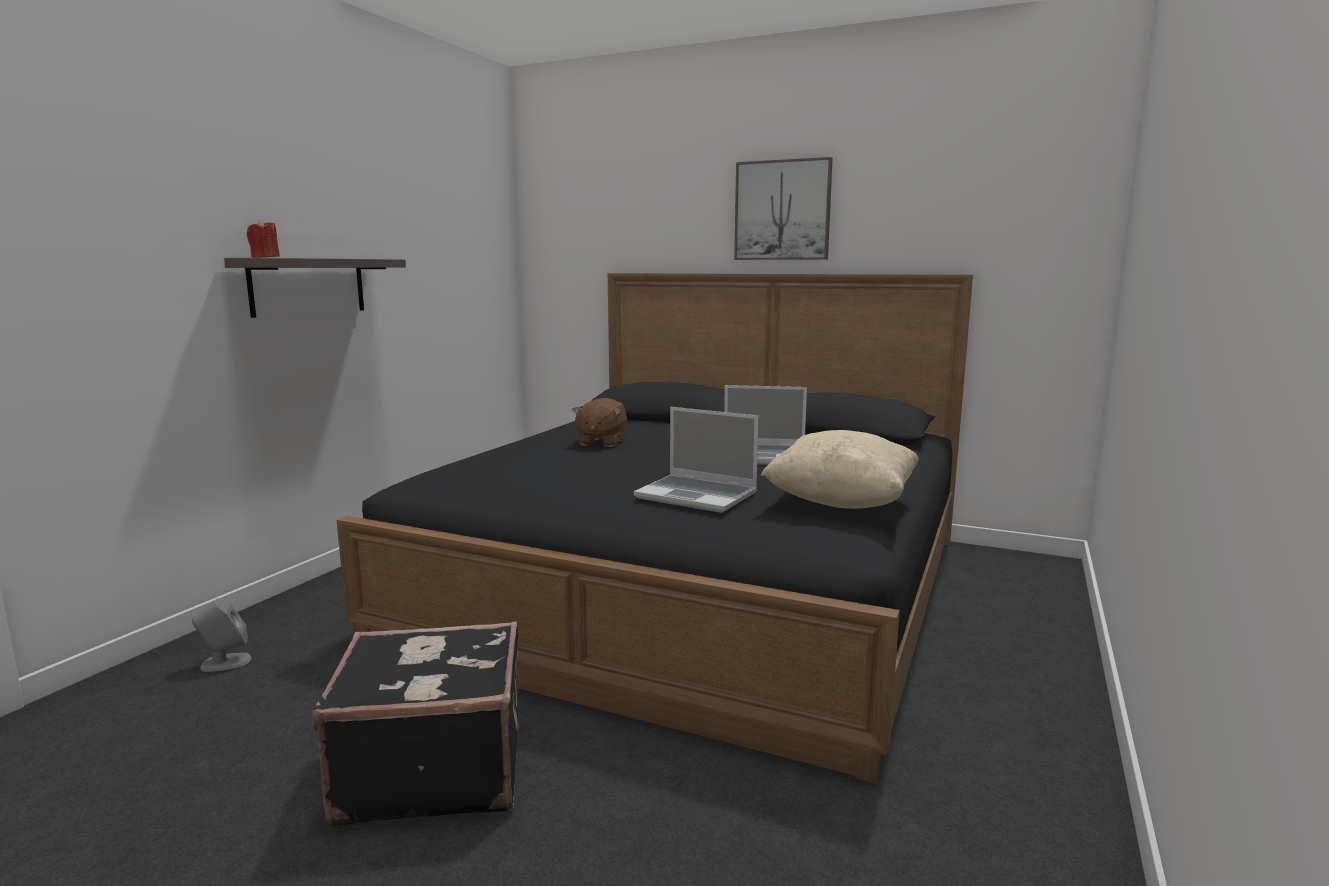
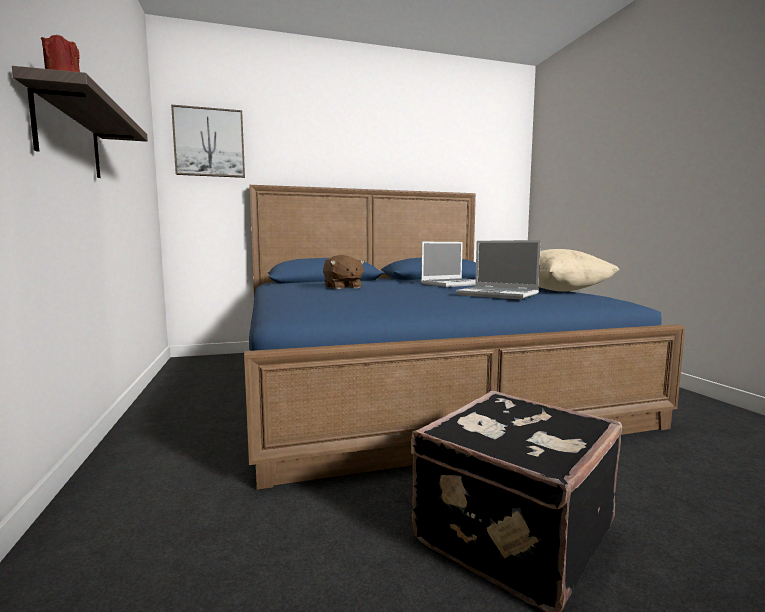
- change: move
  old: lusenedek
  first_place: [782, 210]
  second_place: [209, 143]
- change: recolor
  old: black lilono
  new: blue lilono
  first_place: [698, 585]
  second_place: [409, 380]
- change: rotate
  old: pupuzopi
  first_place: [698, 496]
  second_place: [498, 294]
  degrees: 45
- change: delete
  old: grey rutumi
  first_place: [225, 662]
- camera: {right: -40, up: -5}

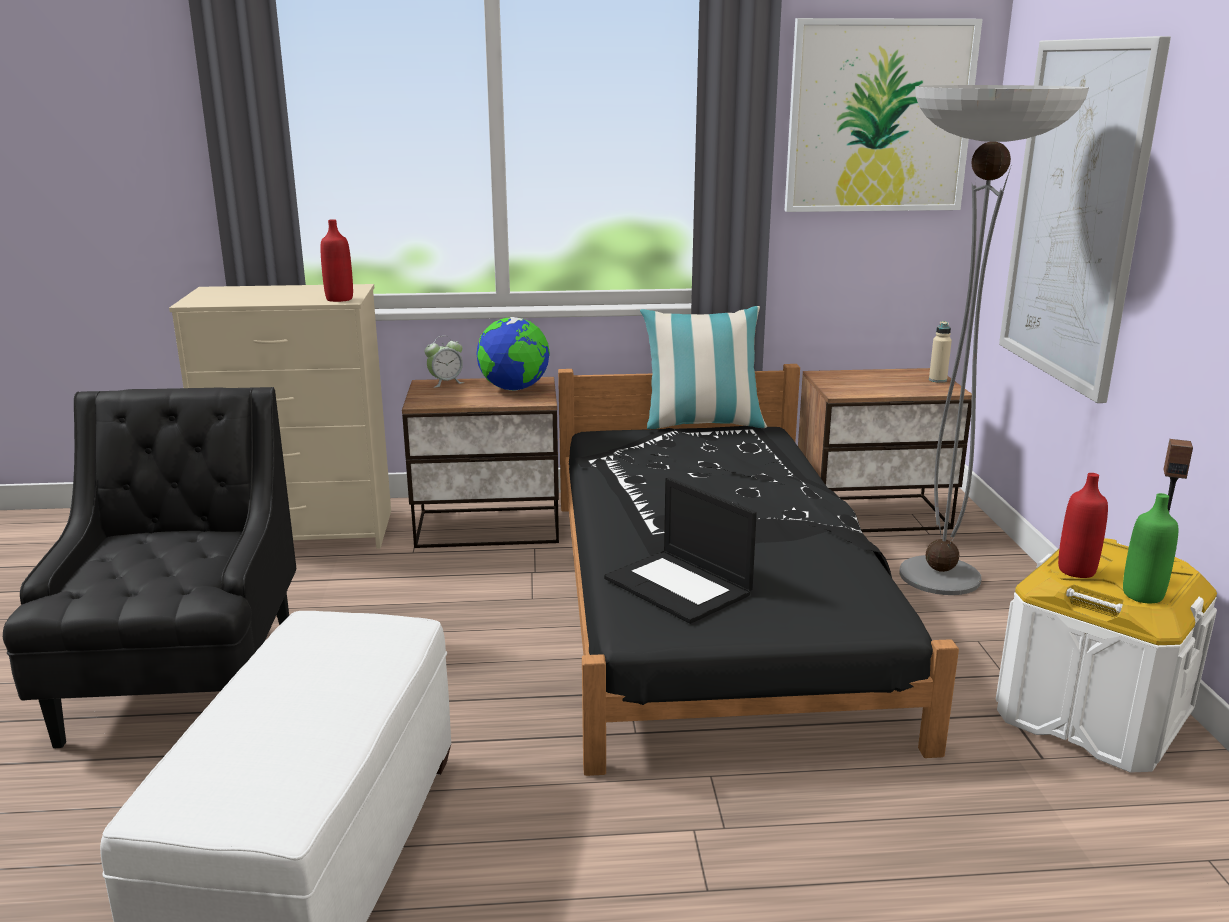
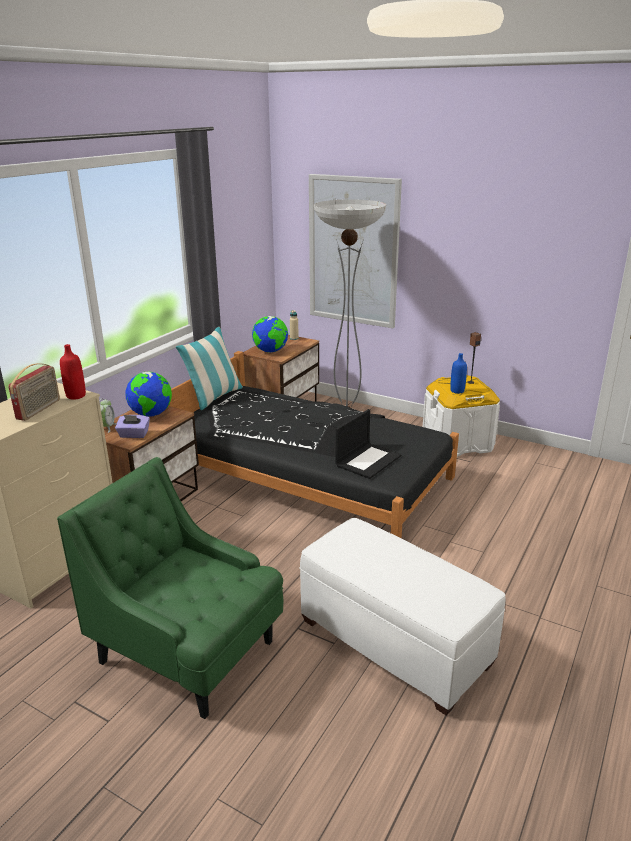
- change: insert
  new: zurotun
  second_place: [39, 409]
- change: recolor
  old: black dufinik
  new: green dufinik
  first_place: [182, 683]
  second_place: [189, 653]
- change: insert
  new: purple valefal
  second_place: [133, 435]
- change: insert
  new: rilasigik
  second_place: [270, 351]
- change: rotate
  old: pupuzopi
  first_place: [680, 586]
  second_place: [368, 460]
  degrees: -45
- change: recolor
  old: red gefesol
  new: blue gefesol
  first_place: [1076, 570]
  second_place: [457, 391]
- change: delete
  old: lusenedek
  first_place: [879, 117]
- change: delete
  old: green gefesol
  first_place: [1142, 595]
- camera: {right: -55, up: 5}

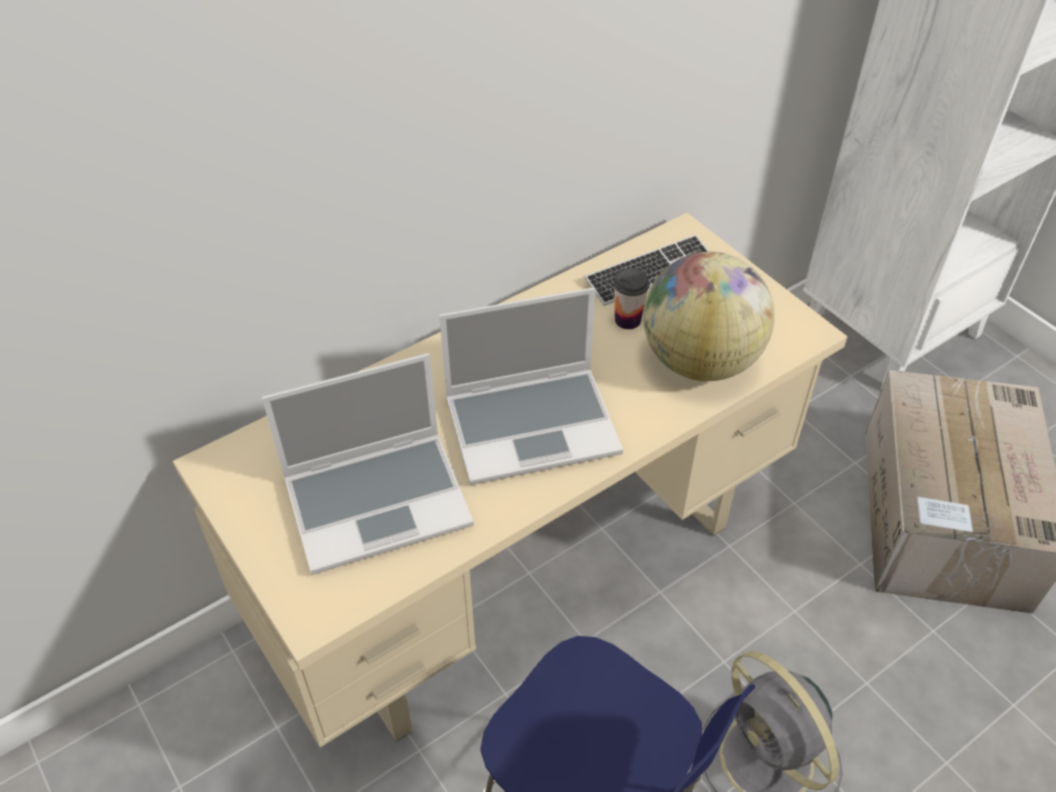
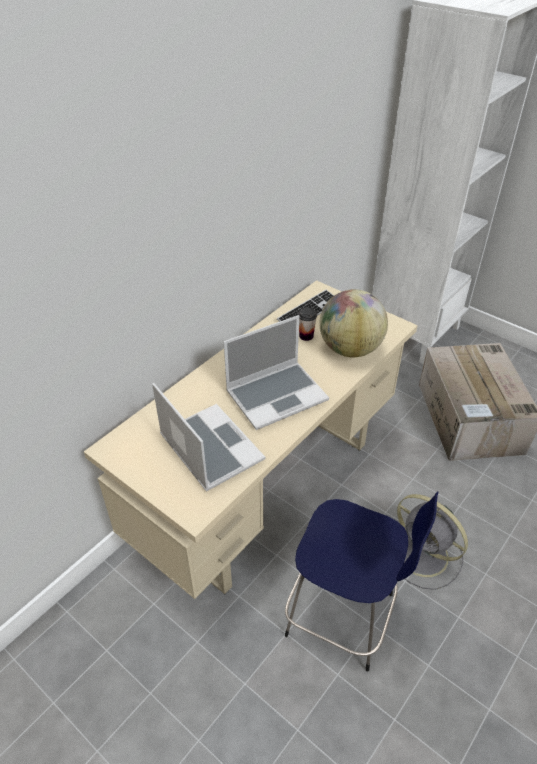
- change: rotate
  old: pupuzopi
  first_place: [379, 500]
  second_place: [209, 448]
  degrees: -90
- camera: {right: -15, up: -5}

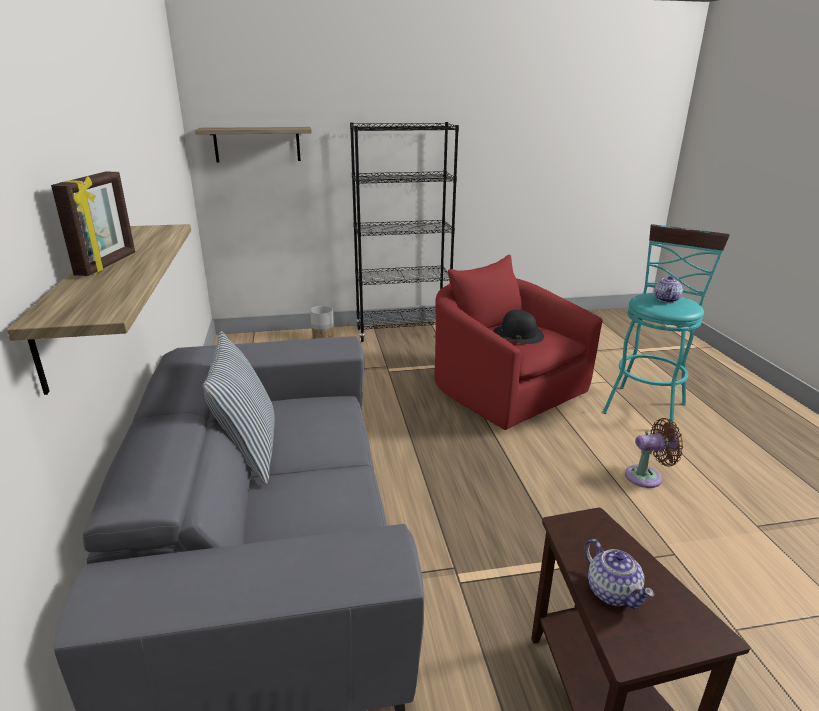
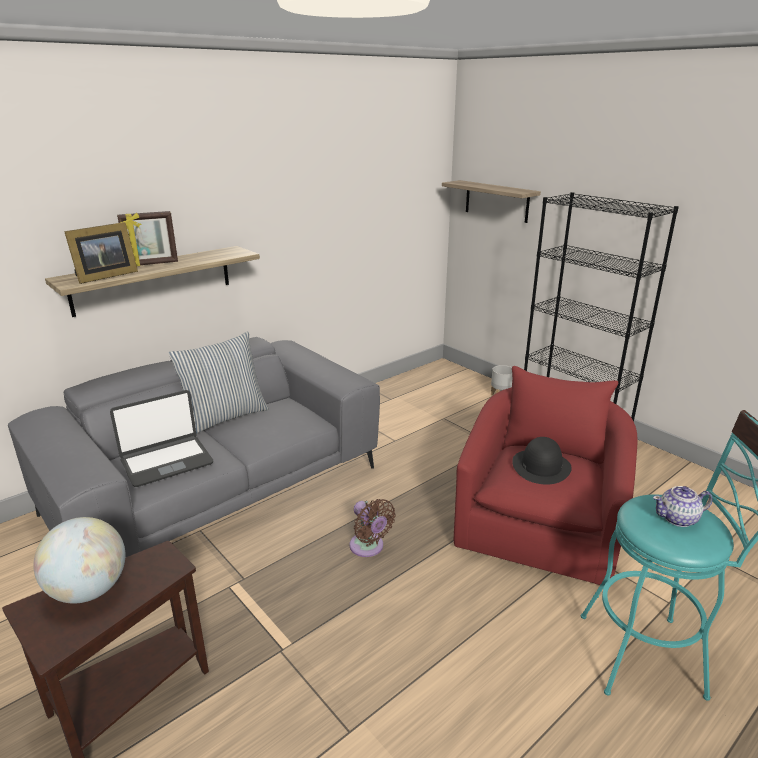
- change: replace
  old: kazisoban
  new: rilasigik
  first_place: [612, 591]
  second_place: [89, 590]
- change: insert
  new: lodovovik
  second_place: [104, 276]
- change: insert
  new: pupuzopi
  second_place: [166, 461]
- change: move
  old: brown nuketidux
  first_place: [647, 476]
  second_place: [368, 547]
- camera: {right: 60, up: 0}

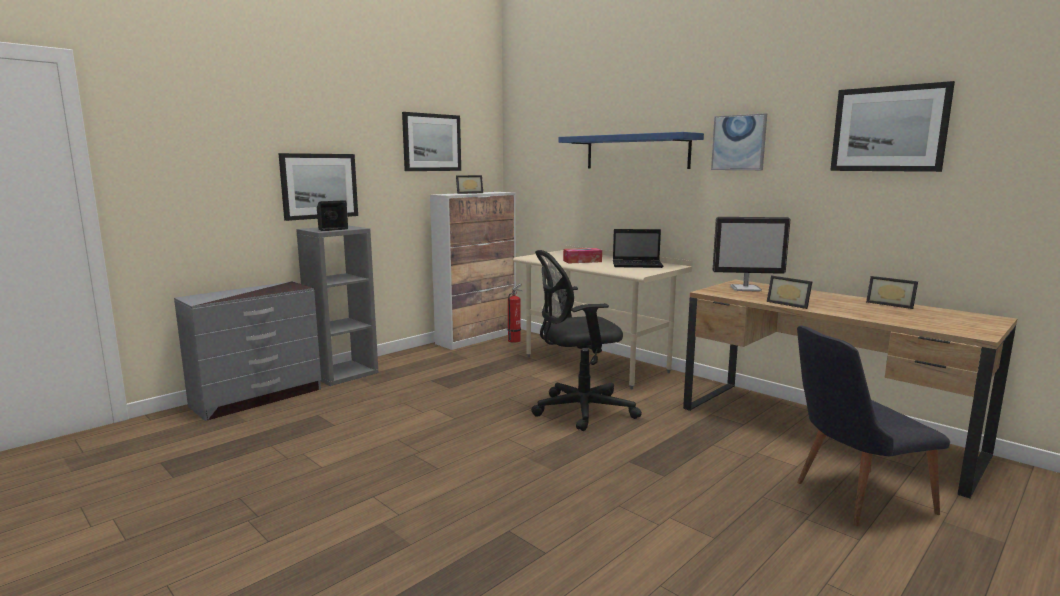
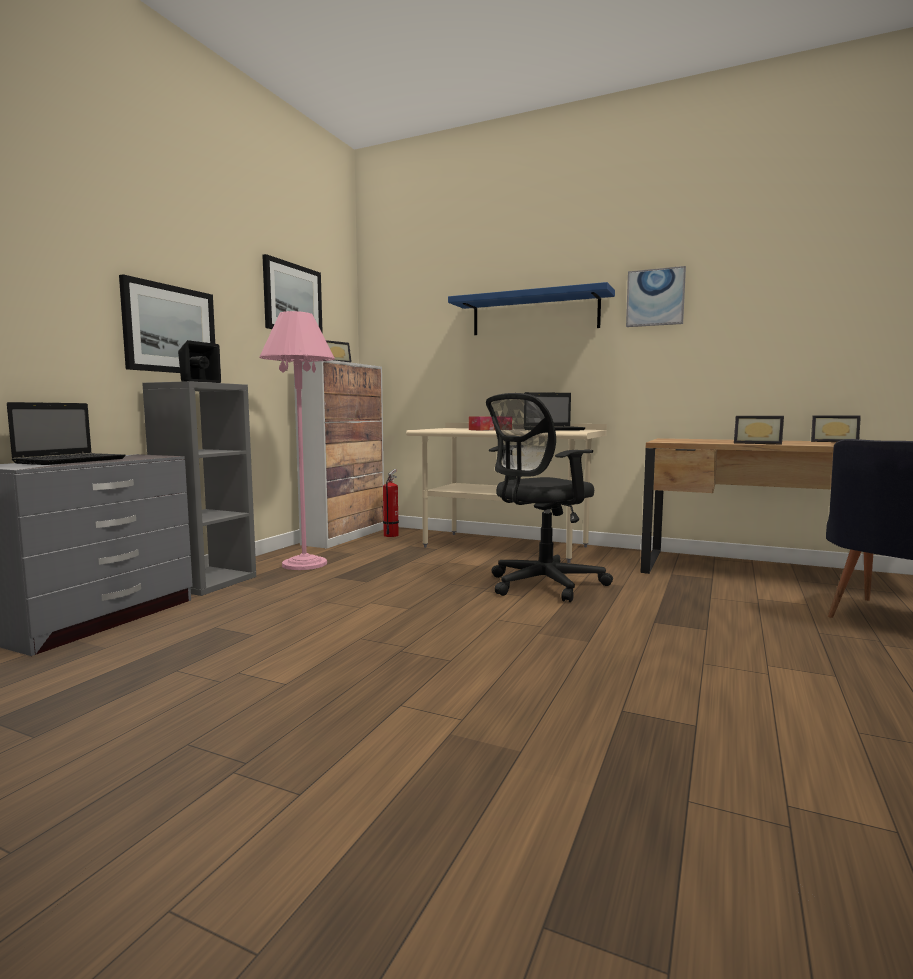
- change: insert
  new: pupuzopi
  second_place: [72, 461]
- change: insert
  new: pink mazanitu
  second_place: [304, 564]
- change: delete
  old: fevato
  first_place: [746, 289]
- change: delete
  old: lusenedek
  first_place: [889, 129]
- camera: {right: -20, up: -5}

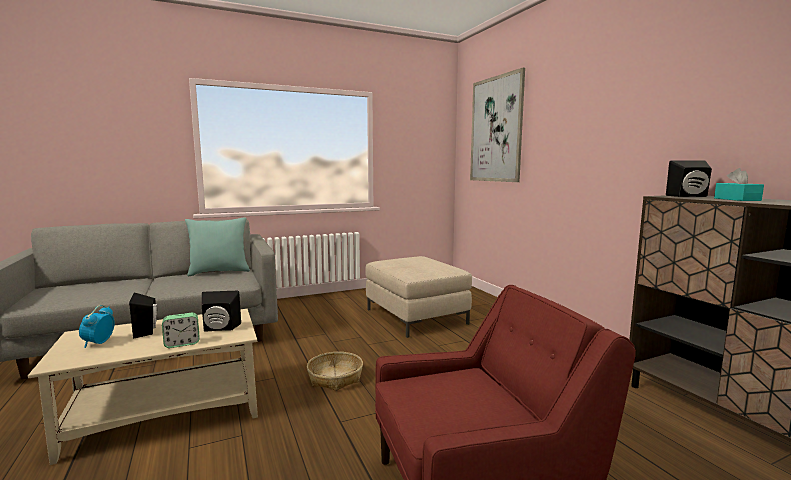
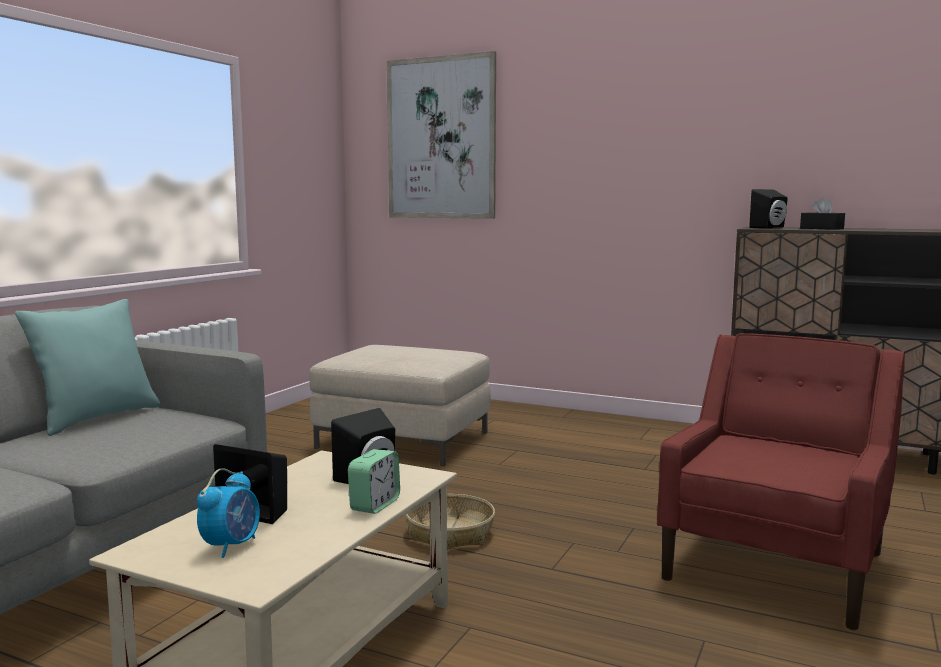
- change: rotate
  old: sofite
  first_place: [98, 343]
  second_place: [231, 546]
  degrees: -120
- change: recolor
  old: turquoise valefal
  new: black valefal
  first_place: [736, 199]
  second_place: [821, 228]
- camera: {right: -40, up: 0}

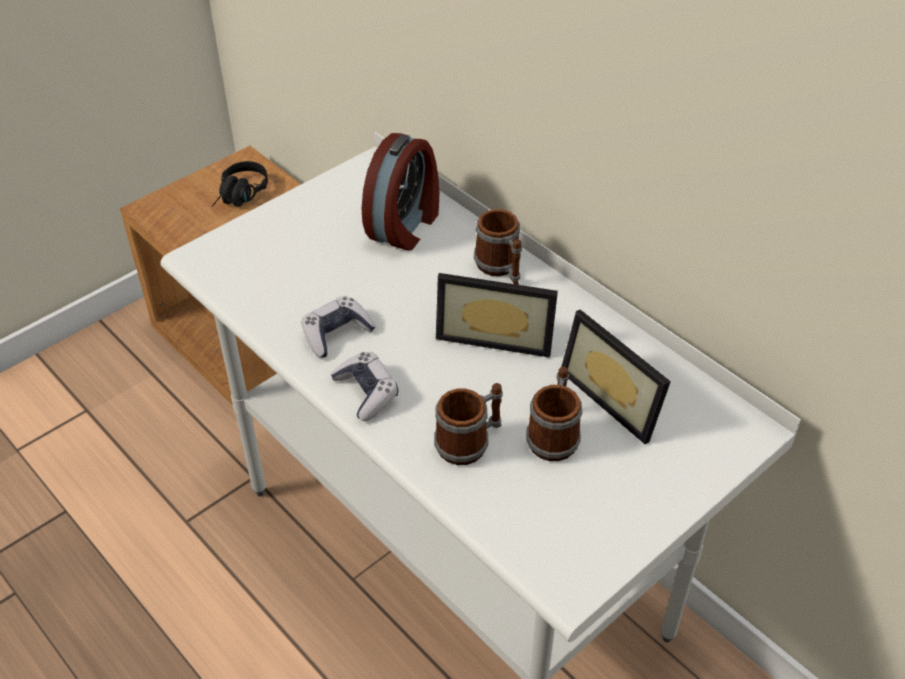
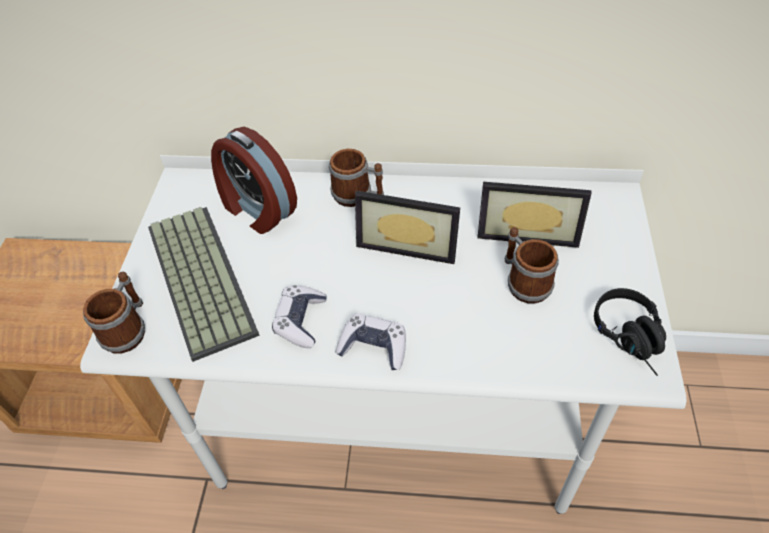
- change: move
  old: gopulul
  first_place: [470, 442]
  second_place: [128, 328]
- change: insert
  new: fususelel
  second_place: [197, 279]
- change: rotate
  old: sofite
  first_place: [405, 225]
  second_place: [257, 209]
  degrees: 150
- change: rotate
  old: lodovovik
  first_place: [496, 334]
  second_place: [408, 242]
  degrees: 45
- change: move
  old: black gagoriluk
  first_place: [240, 197]
  second_place: [633, 340]
- camera: {right: -40, up: 5}

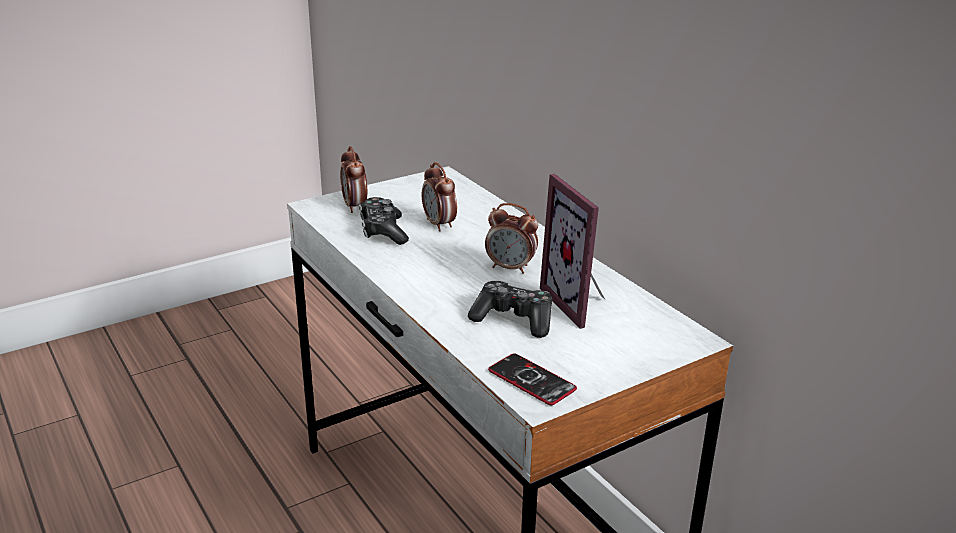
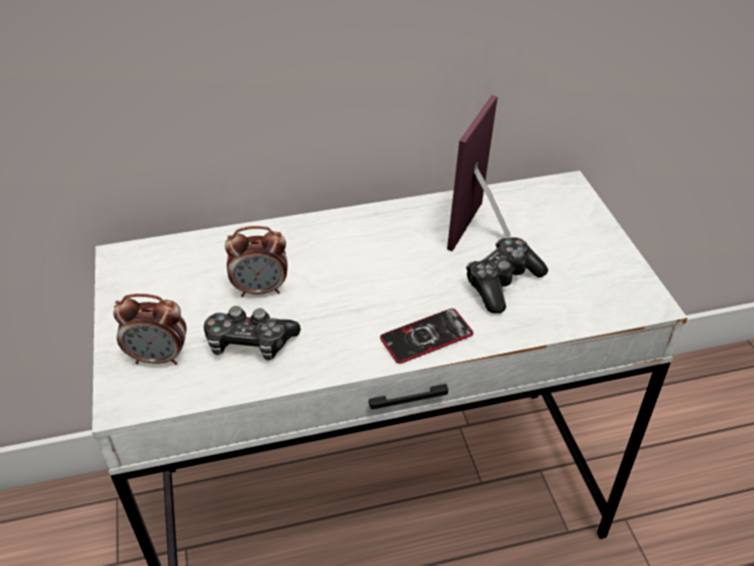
- change: move
  old: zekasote
  first_place: [531, 380]
  second_place: [426, 337]
- change: rotate
  old: lodovovik
  first_place: [580, 303]
  second_place: [485, 231]
  degrees: 120
- change: delete
  old: sofite
  first_place: [511, 268]
- camera: {right: -70, up: 15}

